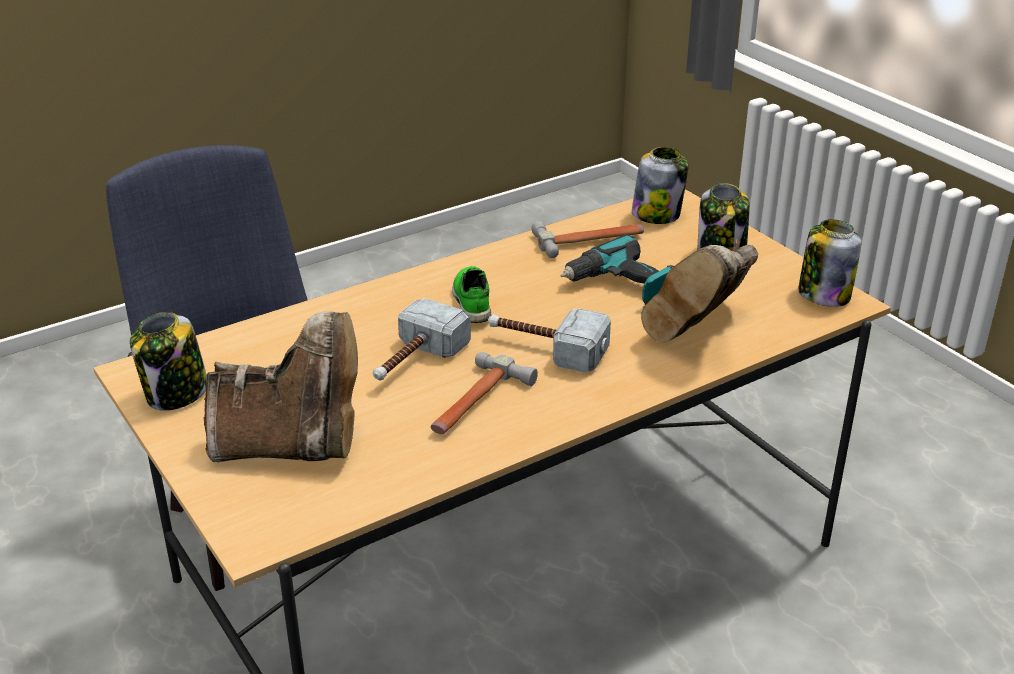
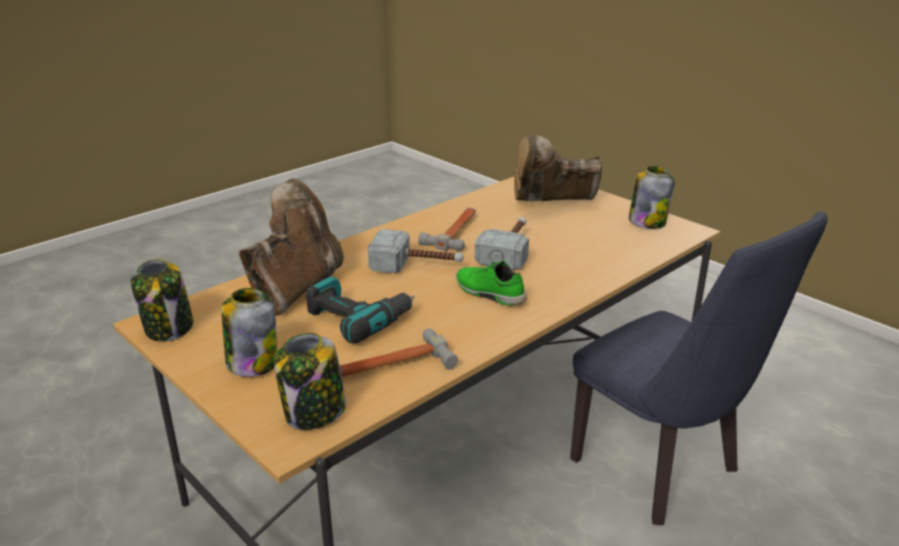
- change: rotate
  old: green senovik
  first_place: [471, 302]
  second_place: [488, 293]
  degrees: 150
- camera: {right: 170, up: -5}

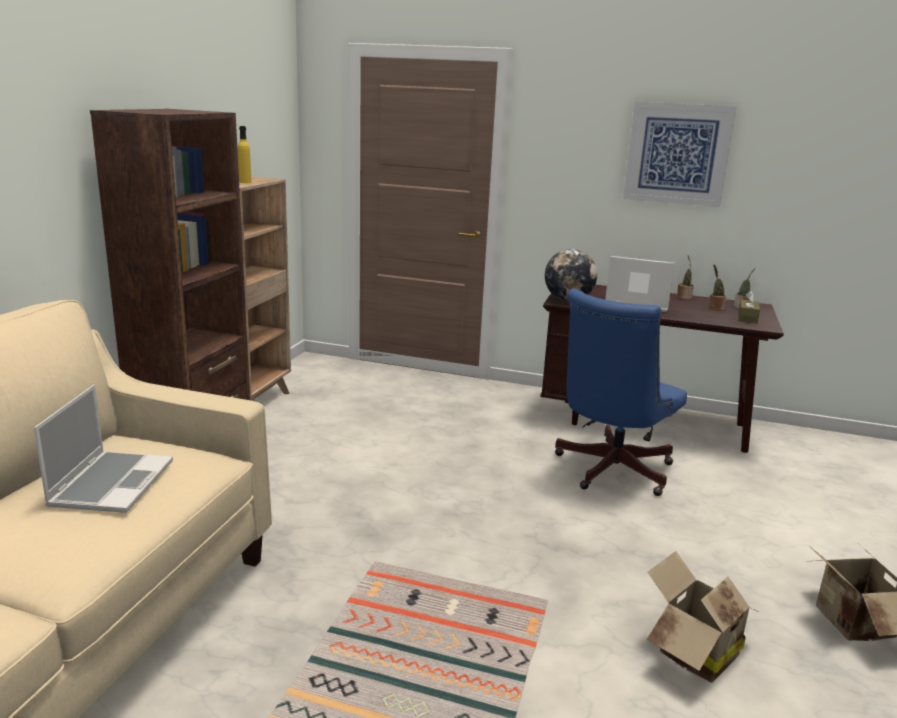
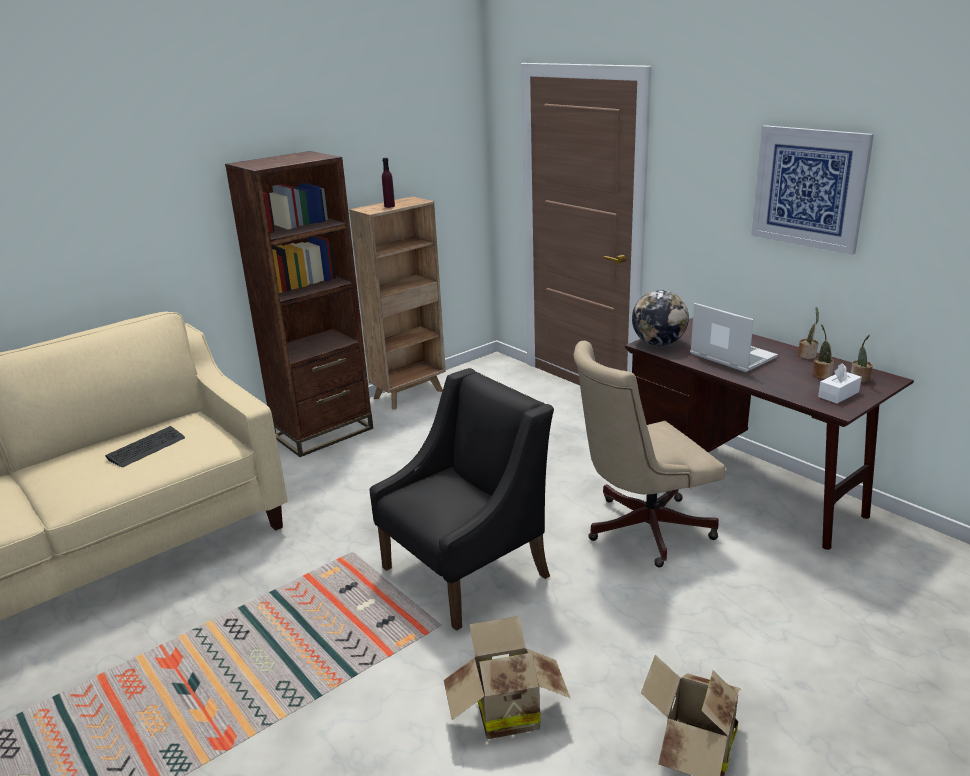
- change: replace
  old: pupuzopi
  new: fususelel
  first_place: [111, 483]
  second_place: [146, 448]
- change: insert
  new: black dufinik
  second_place: [467, 571]
- change: recolor
  old: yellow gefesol
  new: purple gefesol
  first_place: [245, 182]
  second_place: [389, 206]
- change: recolor
  old: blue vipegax
  new: beige vipegax
  first_place: [609, 471]
  second_place: [640, 529]
- change: recolor
  old: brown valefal
  new: white valefal
  first_place: [747, 318]
  second_place: [838, 394]
- camera: {right: 35, up: 5}

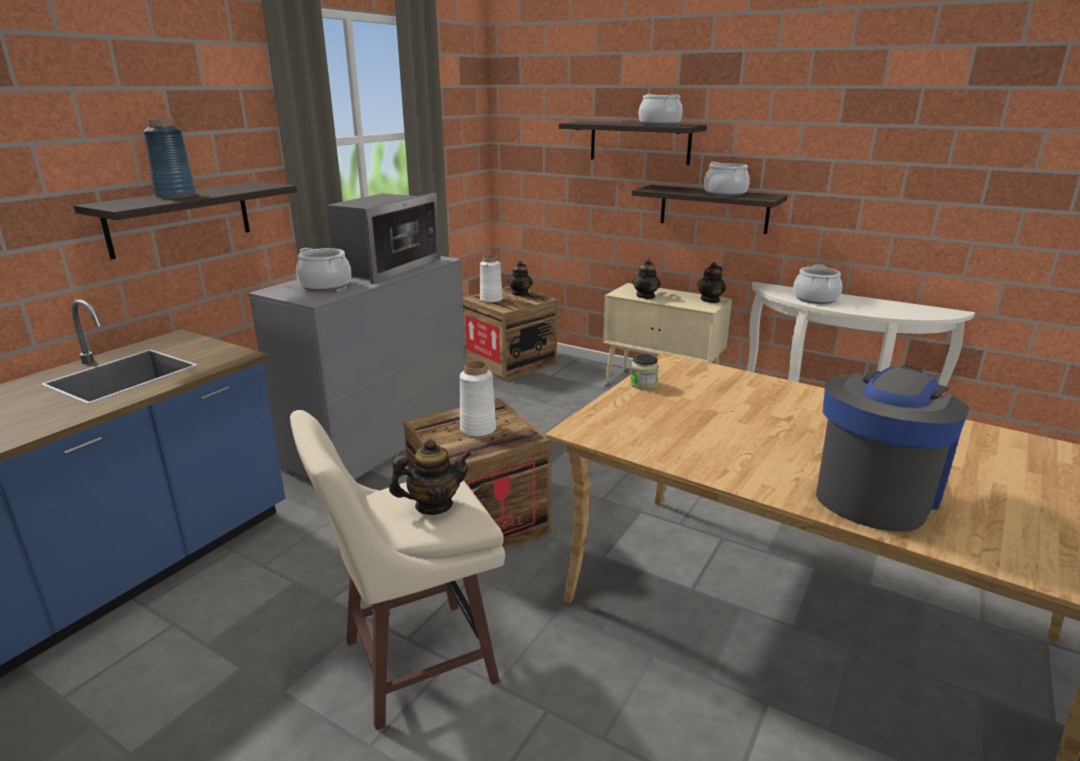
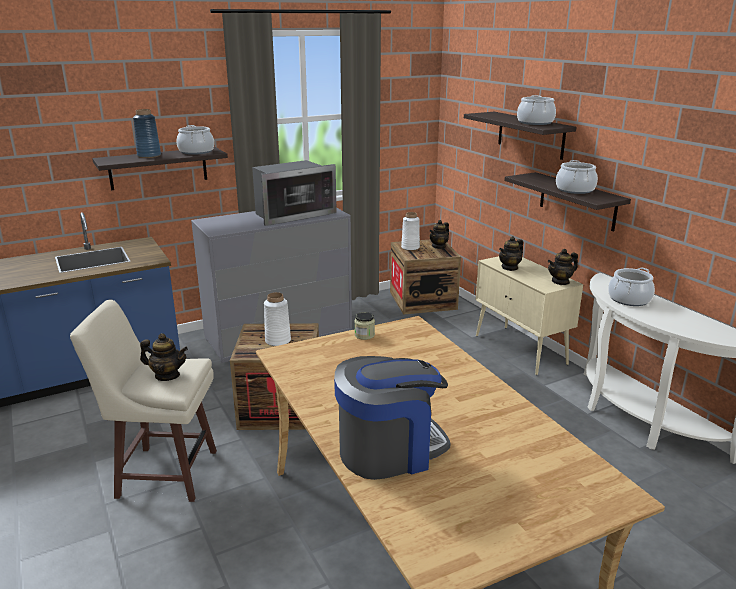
- change: move
  old: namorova
  first_place: [325, 285]
  second_place: [196, 152]
- camera: {right: 30, up: 0}

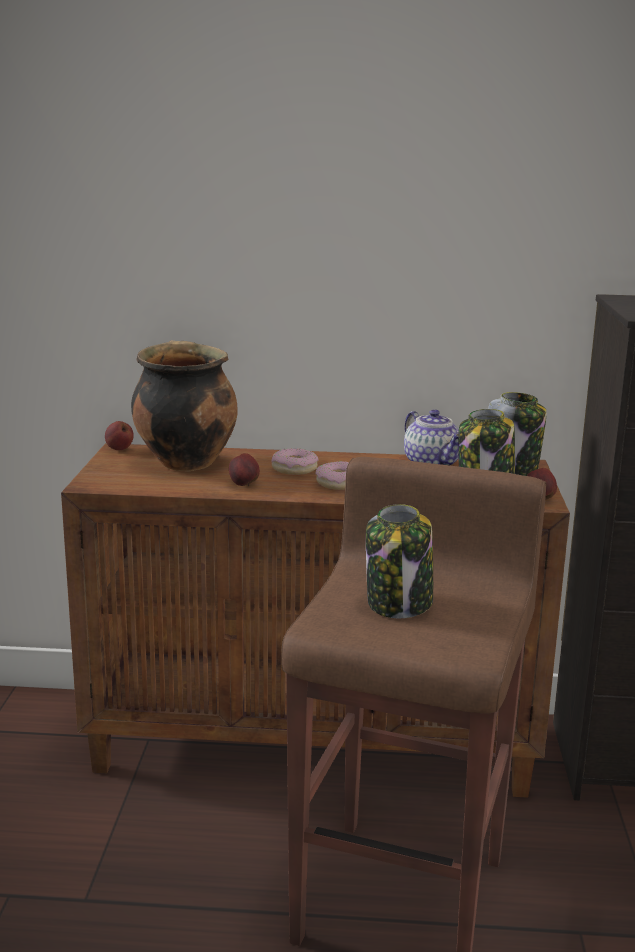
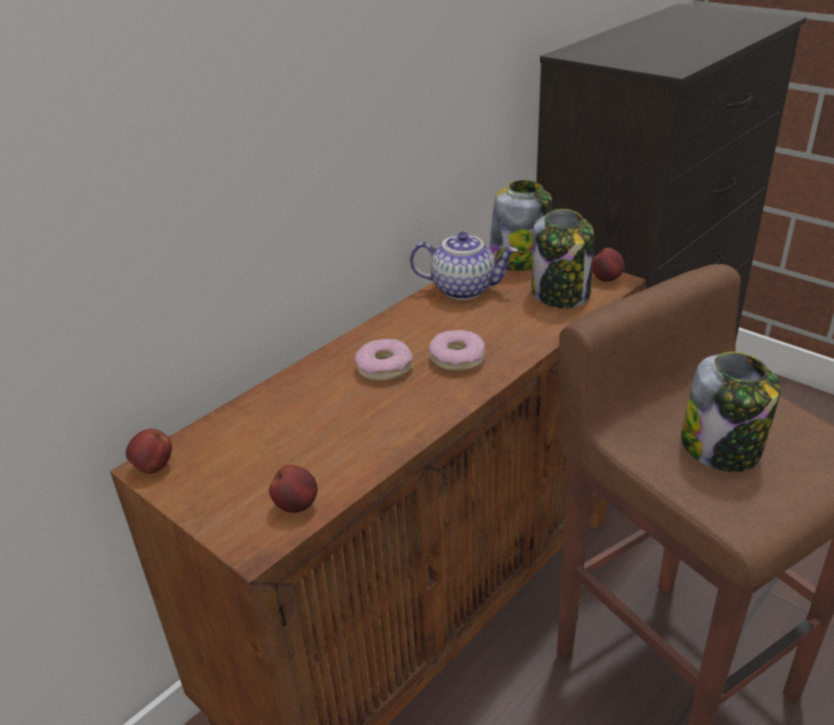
- change: move
  old: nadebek
  first_place: [244, 485]
  second_place: [297, 505]
- change: delete
  old: namorova
  first_place: [185, 462]
- camera: {right: -50, up: 15}

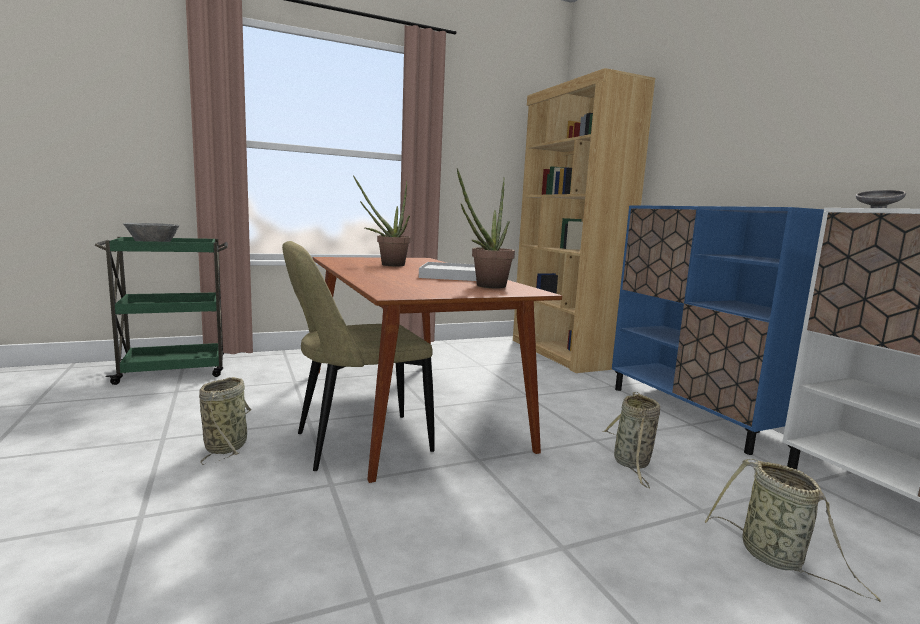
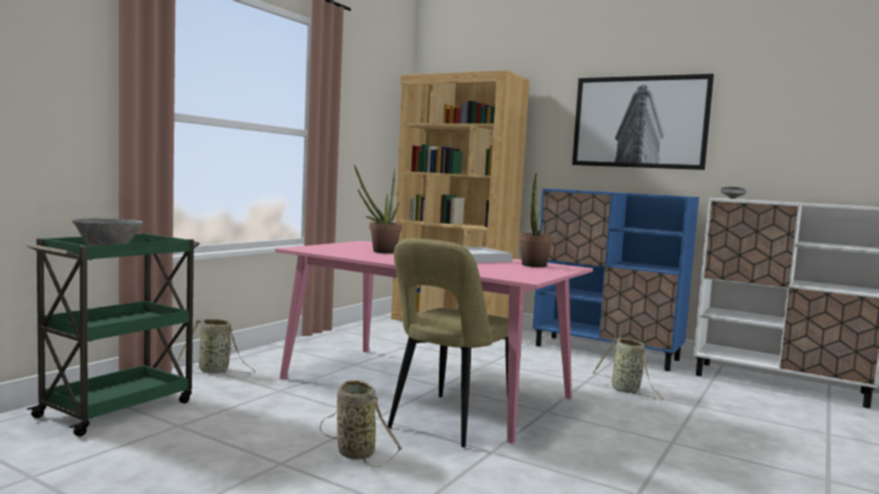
- change: move
  old: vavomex
  first_place: [776, 559]
  second_place: [216, 371]
- change: recolor
  old: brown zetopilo
  new: pink zetopilo
  first_place: [407, 405]
  second_place: [423, 388]
- change: insert
  new: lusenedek
  second_place: [639, 122]
- camera: {right: -35, up: -5}

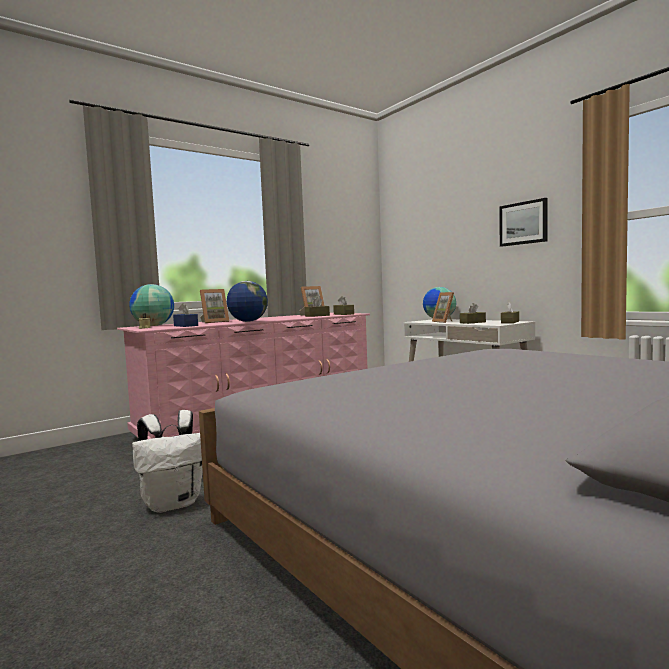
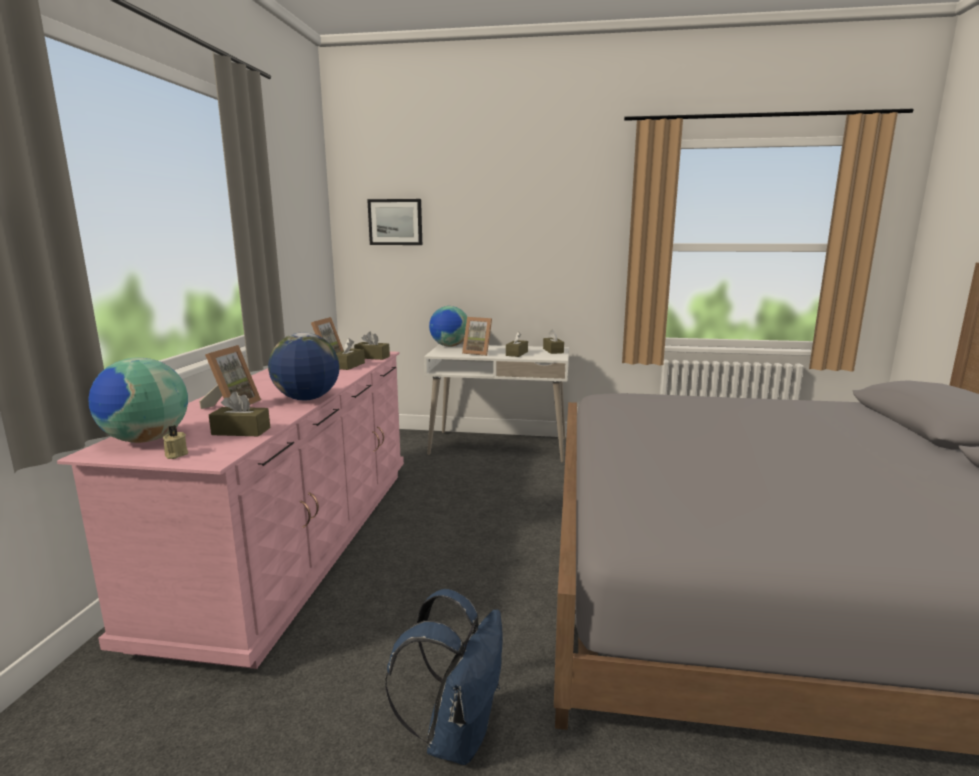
- change: recolor
  old: blue valefal
  new: brown valefal
  first_place: [186, 326]
  second_place: [241, 431]
- change: move
  old: lusenedek
  first_place: [523, 223]
  second_place: [395, 222]
- change: recolor
  old: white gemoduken
  new: blue gemoduken
  first_place: [174, 503]
  second_place: [456, 734]
- camera: {right: -45, up: 10}

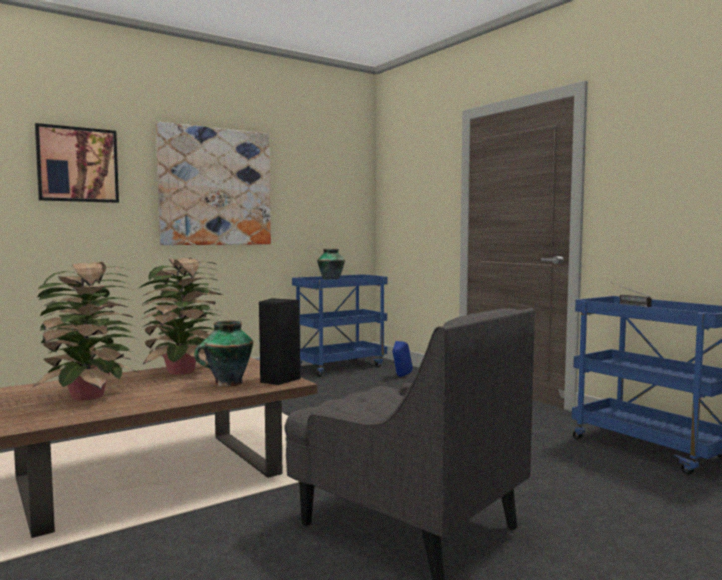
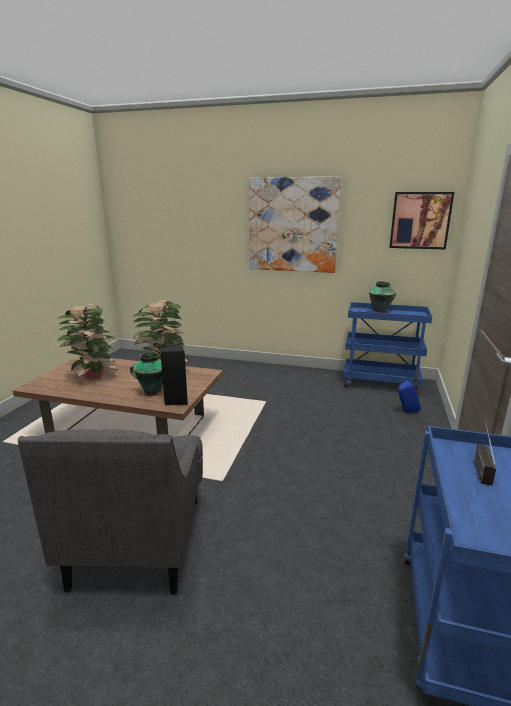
- change: move
  old: lusenedek
  first_place: [77, 164]
  second_place: [420, 220]
- camera: {right: 50, up: 15}

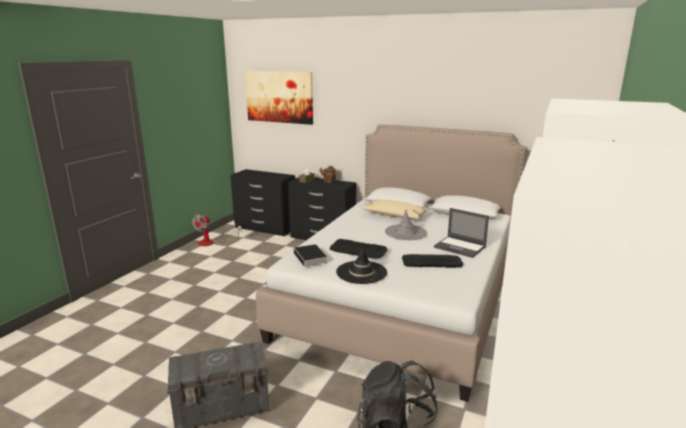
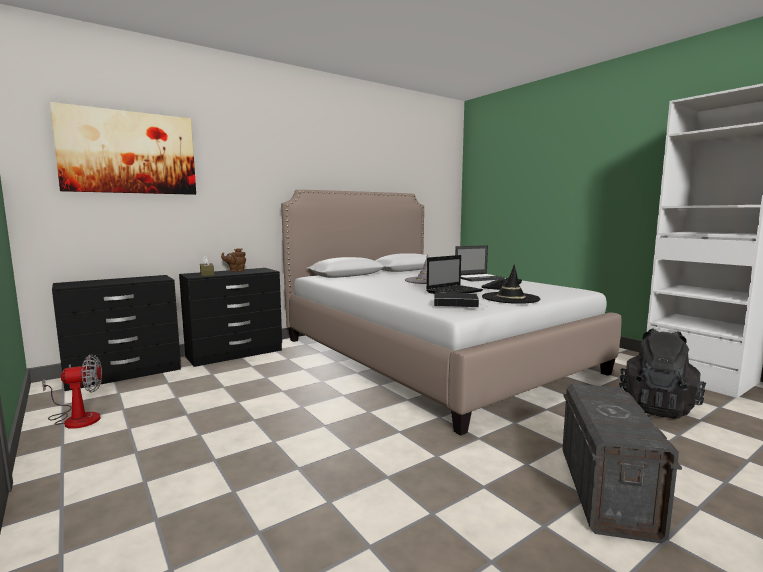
- change: rotate
  old: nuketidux
  first_place: [212, 242]
  second_place: [76, 418]
  degrees: -75
- change: replace
  old: fususelel
  new: pupuzopi
  first_place: [358, 250]
  second_place: [455, 291]
- change: delete
  old: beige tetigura
  first_place: [394, 215]
- camera: {right: -60, up: -10}

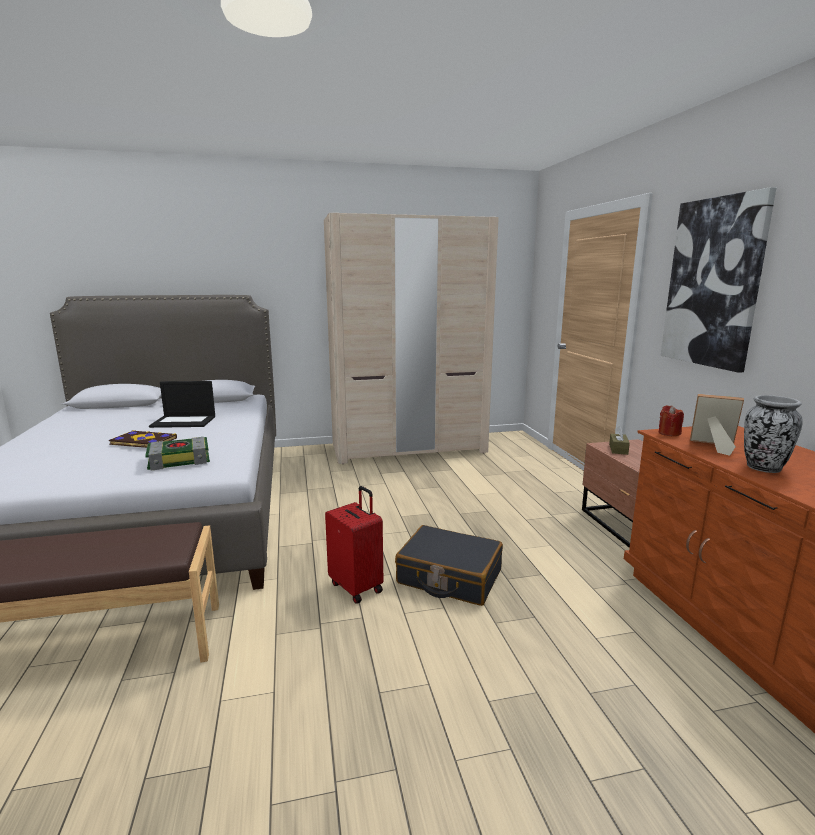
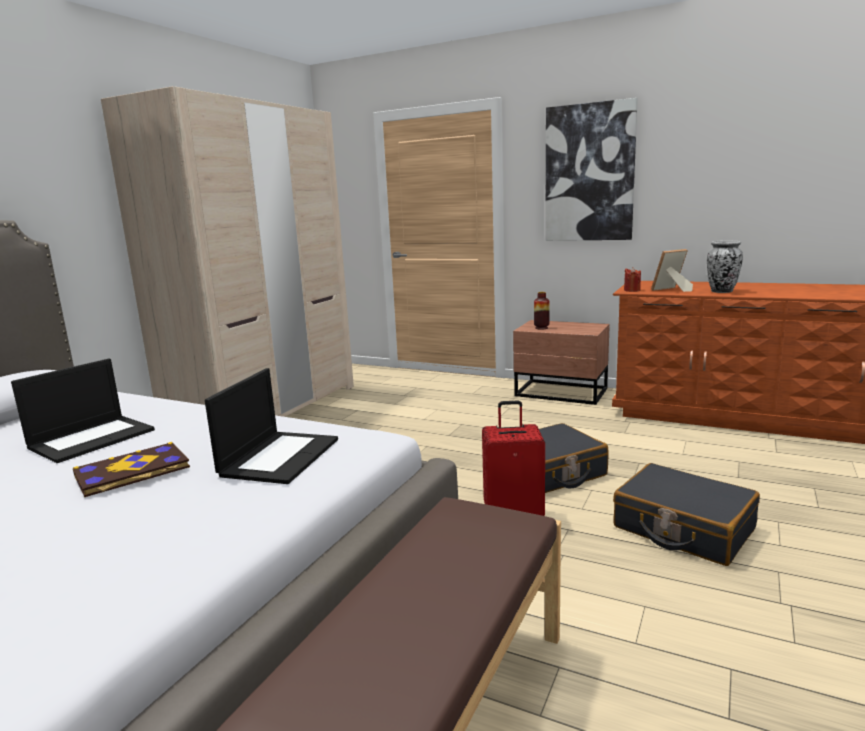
- change: replace
  old: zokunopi
  new: pupuzopi
  first_place: [180, 459]
  second_place: [280, 456]
- change: replace
  old: brown valefal
  new: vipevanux
  first_place: [618, 449]
  second_place: [541, 328]
- change: insert
  new: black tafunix
  second_place: [683, 528]
- camera: {right: -50, up: 0}

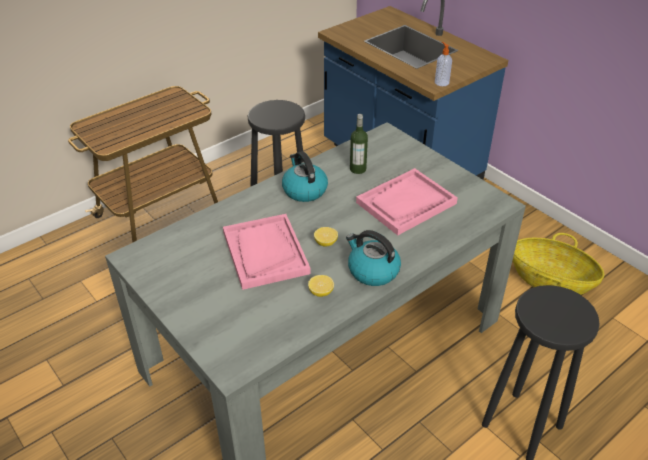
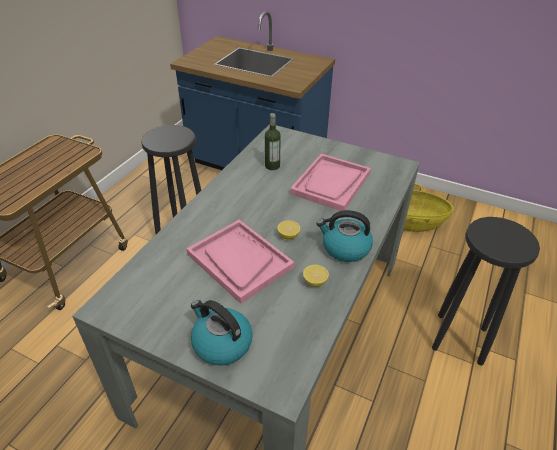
- change: move
  old: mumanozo
  first_place: [304, 190]
  second_place: [221, 343]
- change: delete
  old: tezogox
  first_place: [441, 82]
- camera: {right: -25, up: 0}

